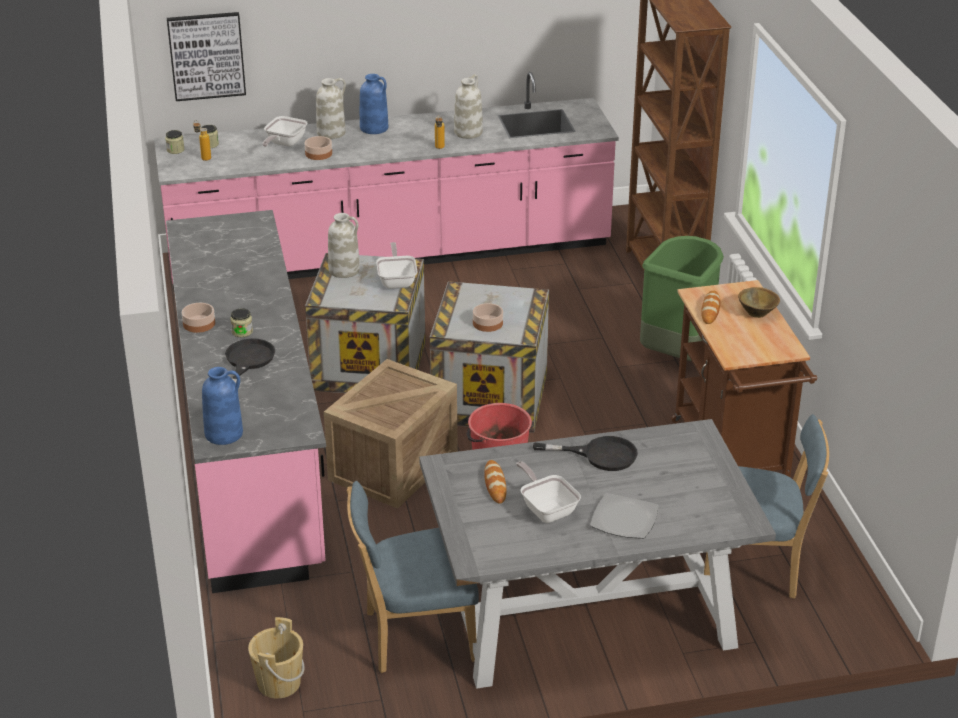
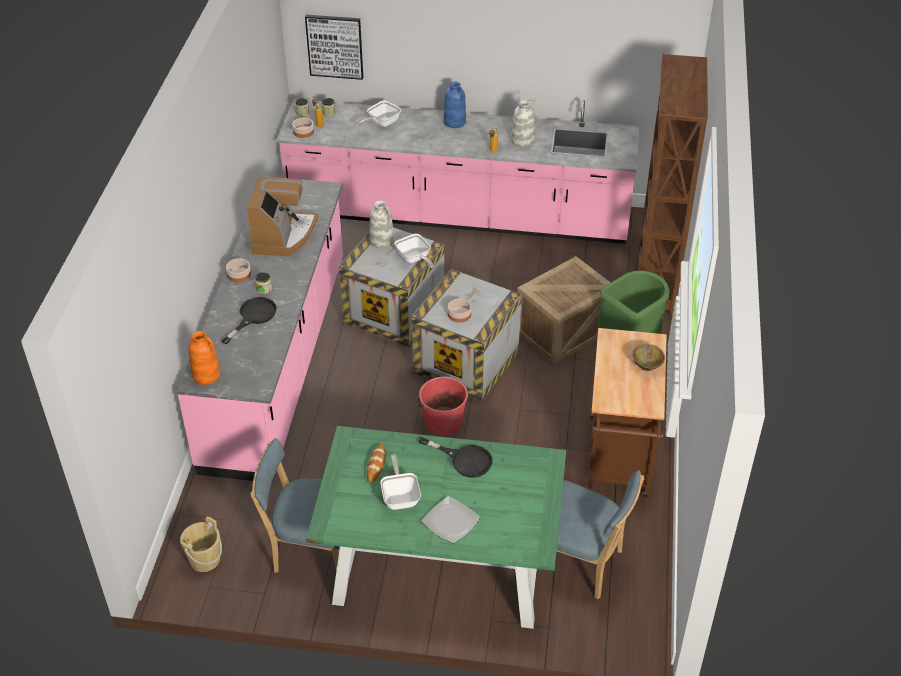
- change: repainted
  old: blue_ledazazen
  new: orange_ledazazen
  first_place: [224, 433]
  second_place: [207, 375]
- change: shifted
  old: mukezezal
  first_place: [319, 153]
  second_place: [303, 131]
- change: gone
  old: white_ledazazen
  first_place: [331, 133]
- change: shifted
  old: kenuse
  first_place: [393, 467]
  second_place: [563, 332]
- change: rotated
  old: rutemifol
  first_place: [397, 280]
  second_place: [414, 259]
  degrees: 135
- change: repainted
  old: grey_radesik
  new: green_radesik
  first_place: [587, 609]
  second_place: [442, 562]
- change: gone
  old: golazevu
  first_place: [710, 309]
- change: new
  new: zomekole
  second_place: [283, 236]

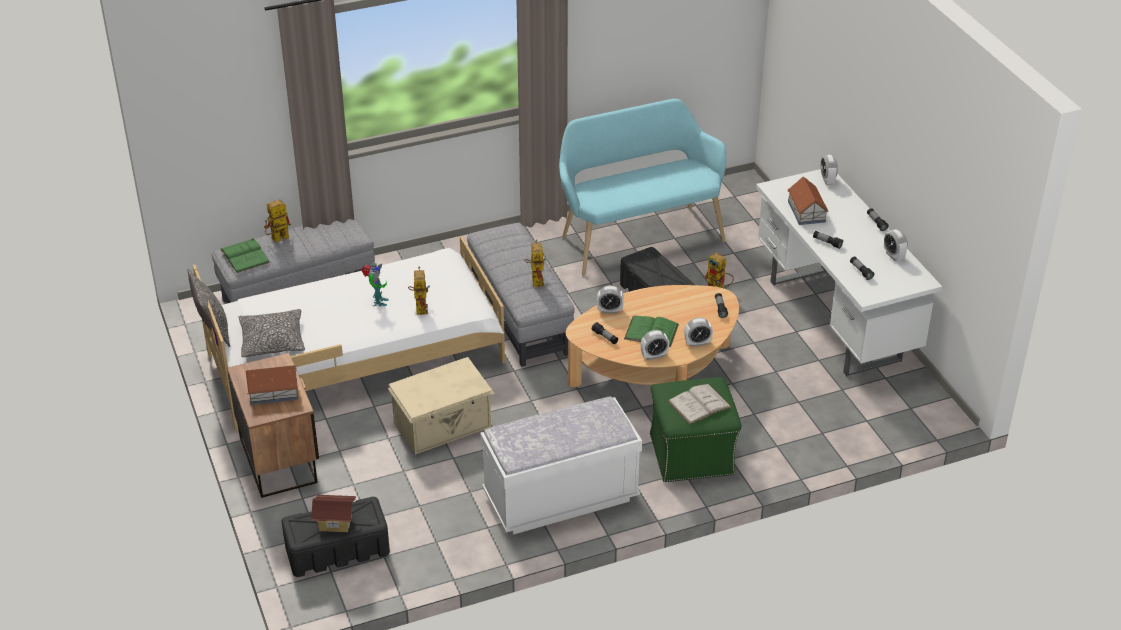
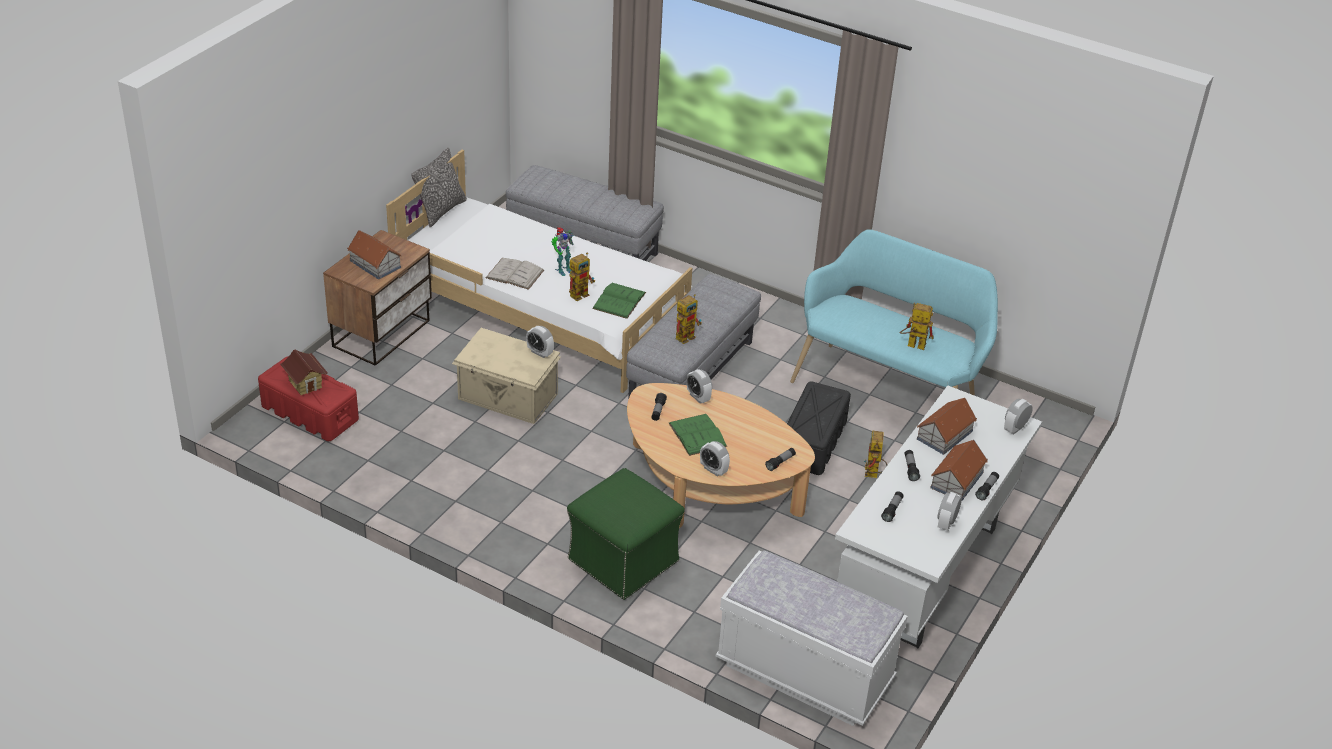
- change: shifted
  old: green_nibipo
  first_place: [245, 256]
  second_place: [619, 300]
- change: gone
  old: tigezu
  first_place: [272, 341]
- change: shifted
  old: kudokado
  first_place: [277, 239]
  second_place: [912, 345]
- change: repainted
  old: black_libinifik
  new: red_libinifik
  first_place: [336, 550]
  second_place: [309, 413]
- change: shifted
  old: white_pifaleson
  first_place: [561, 498]
  second_place: [804, 673]
- change: shifted
  old: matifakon
  first_place: [654, 356]
  second_place: [540, 352]
- change: shifted
  old: white_nibipo
  first_place: [699, 404]
  second_place: [515, 274]
- change: new
  new: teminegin
  second_place: [956, 480]

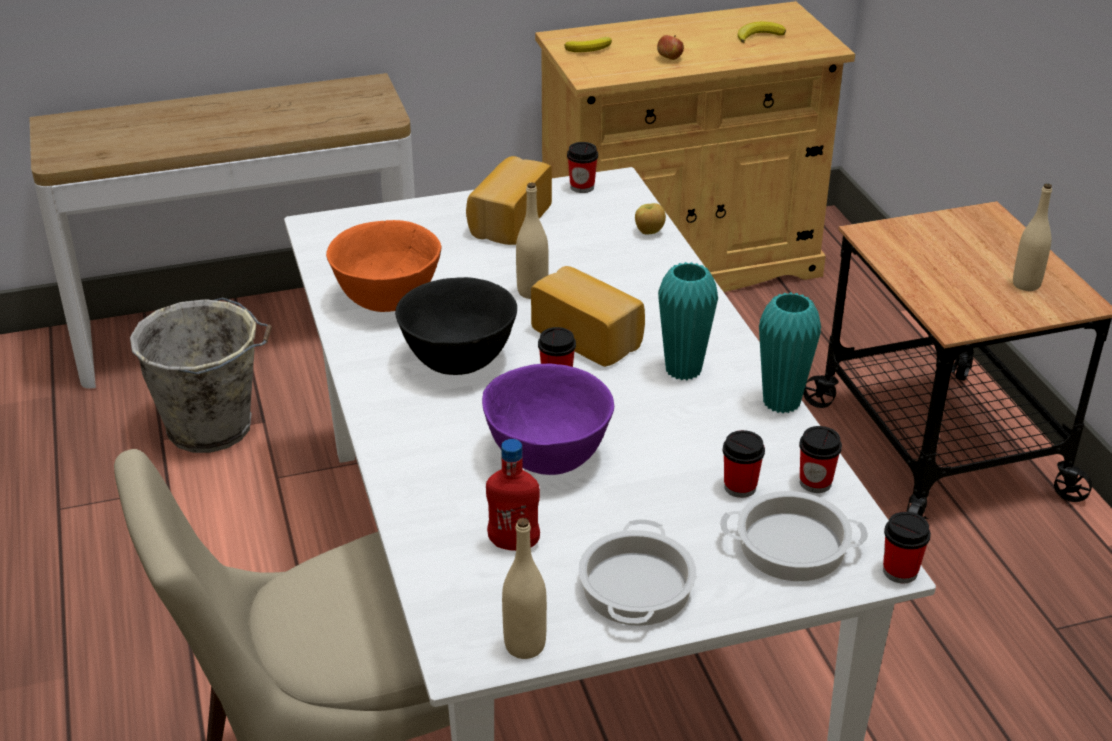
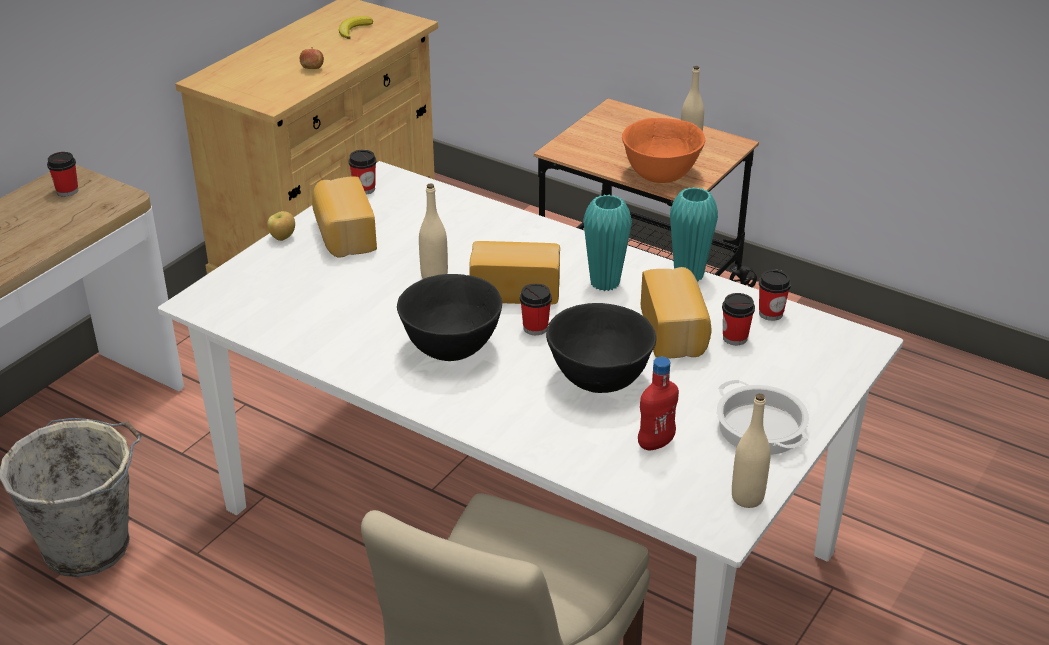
- change: shifted
  old: orange_mukezezal
  first_place: [388, 299]
  second_place: [661, 174]
- change: repainted
  old: purple_mukezezal
  new: black_mukezezal
  first_place: [547, 456]
  second_place: [598, 379]
- change: gone
  old: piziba
  first_place: [590, 48]
- change: shifted
  old: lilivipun
  first_place: [649, 232]
  second_place: [282, 238]
- change: gone
  old: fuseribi
  first_place: [793, 545]
- change: shifted
  old: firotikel
  first_place: [900, 571]
  second_place: [67, 191]
- change: new
  new: golazevu
  second_place: [675, 331]

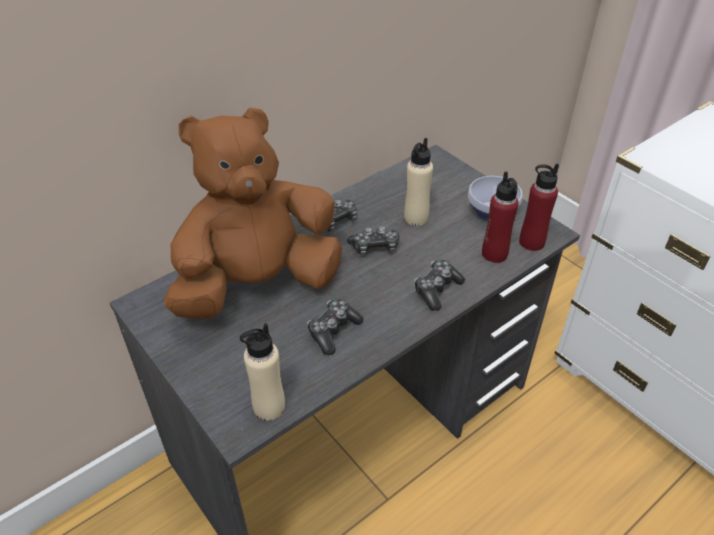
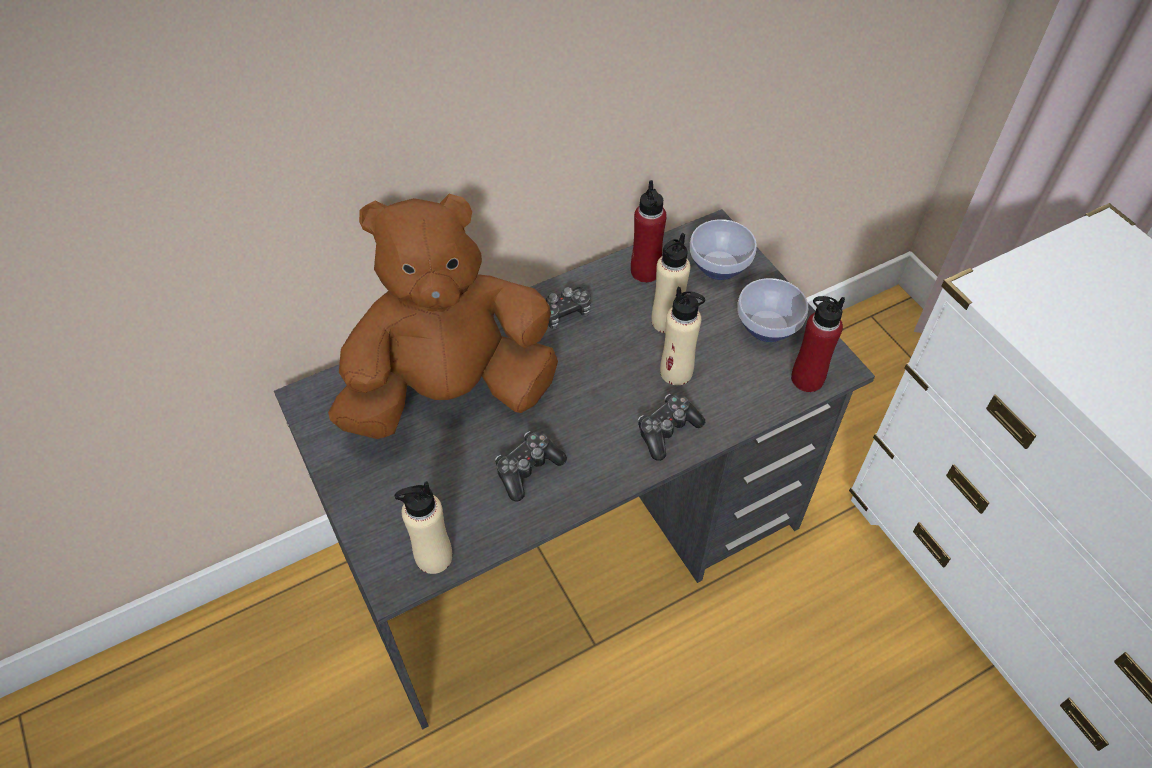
- change: gone
  old: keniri
  first_place: [375, 247]
- change: shifted
  old: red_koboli
  first_place: [494, 254]
  second_place: [645, 271]
- change: new
  new: beige_koboli
  second_place: [676, 372]
- change: new
  new: mukezezal
  second_place: [721, 267]

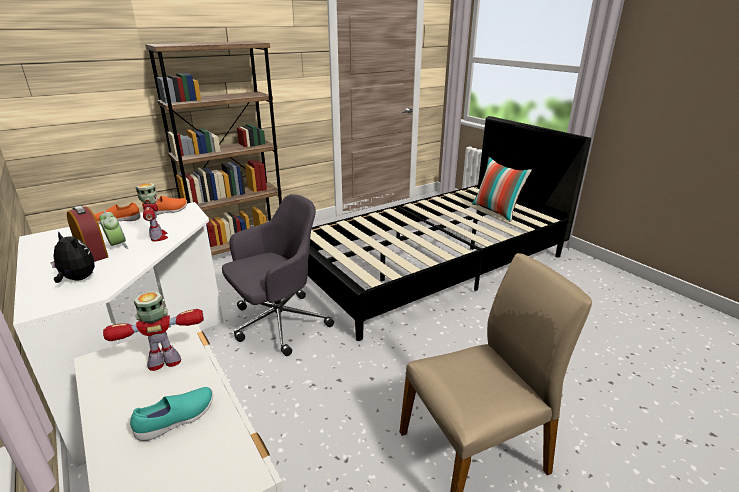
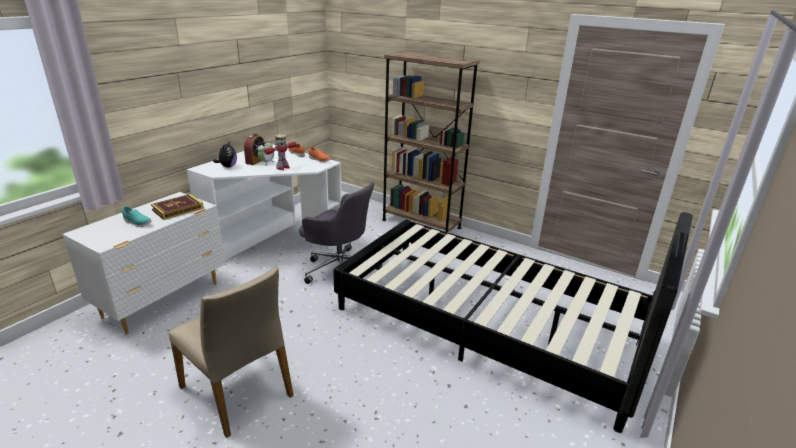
- change: swapped
  old: kudokado
  new: nibipo
  first_place: [165, 362]
  second_place: [178, 209]
- change: gone
  old: tigezu
  first_place: [496, 211]

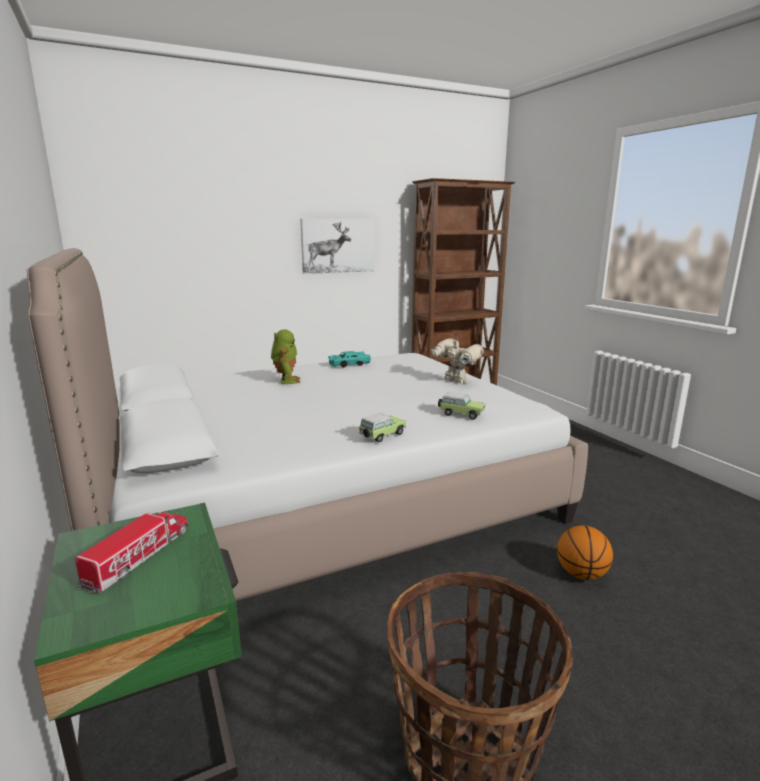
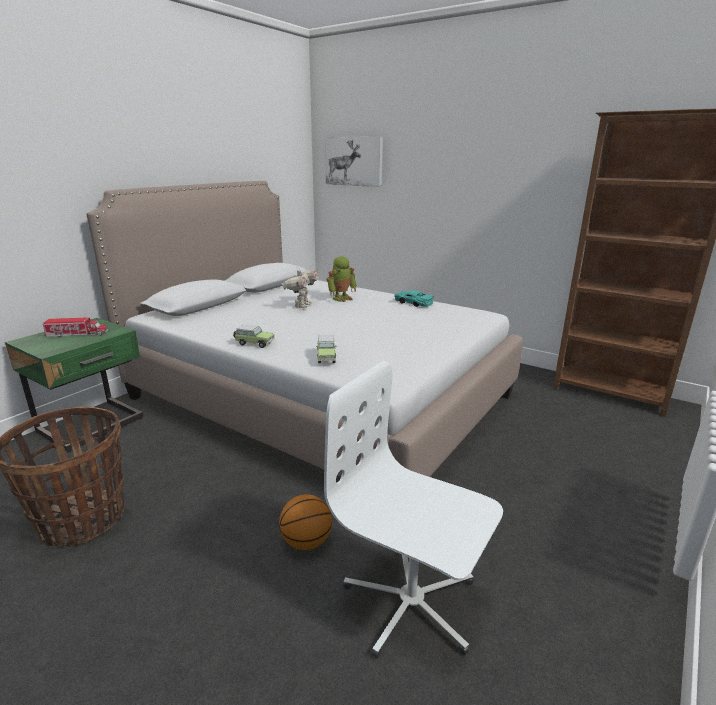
- change: shifted
  old: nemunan
  first_place: [337, 245]
  second_place: [354, 161]
- change: shifted
  old: kudokado
  first_place: [455, 381]
  second_place: [302, 305]
- change: new
  new: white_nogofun
  second_place: [411, 603]

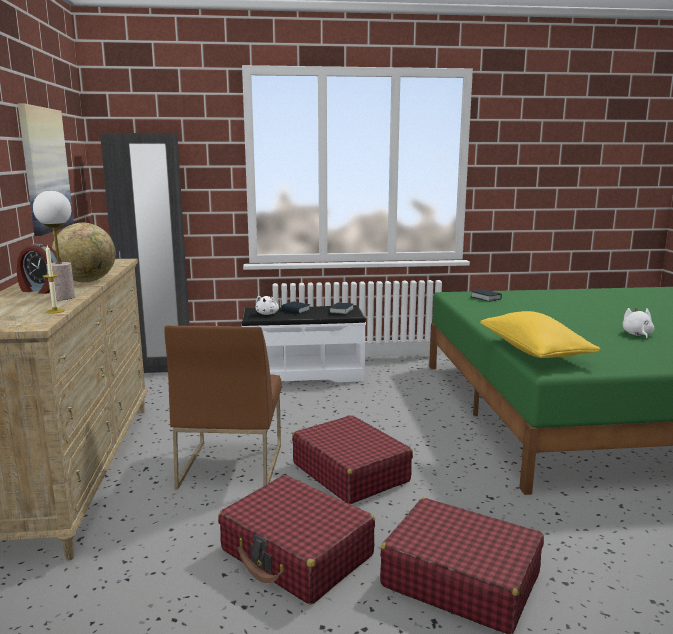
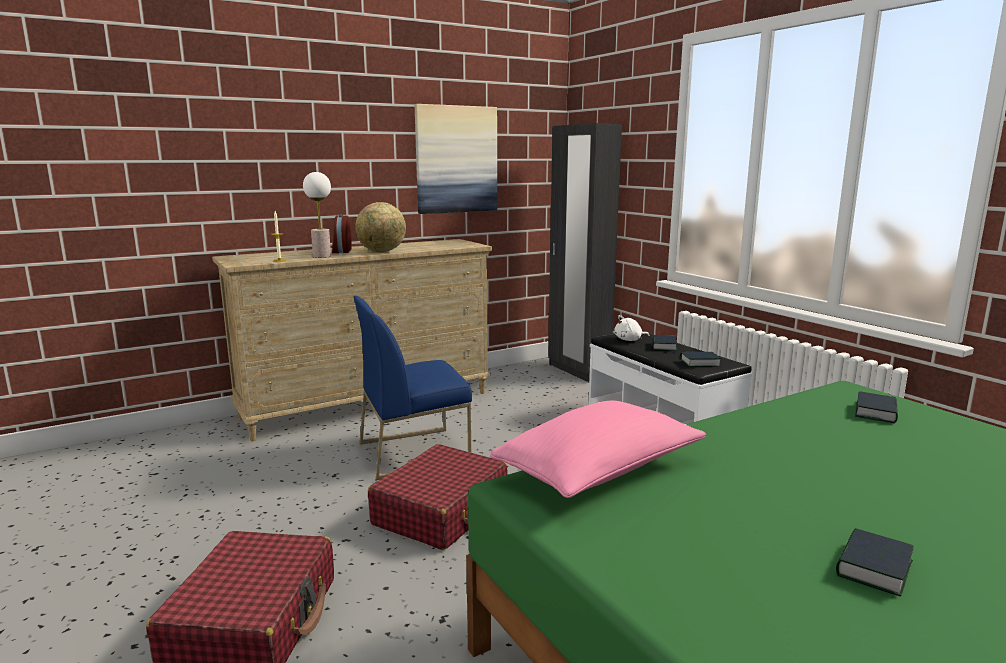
- change: repainted
  old: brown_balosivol
  new: blue_balosivol
  first_place: [230, 465]
  second_place: [414, 452]
- change: gone
  old: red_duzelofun
  first_place: [297, 553]
- change: repainted
  old: yellow_tigezu
  new: pink_tigezu
  first_place: [534, 351]
  second_place: [600, 472]
- change: swapped
  old: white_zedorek
  new: nibipo
  first_place: [637, 334]
  second_place: [873, 568]

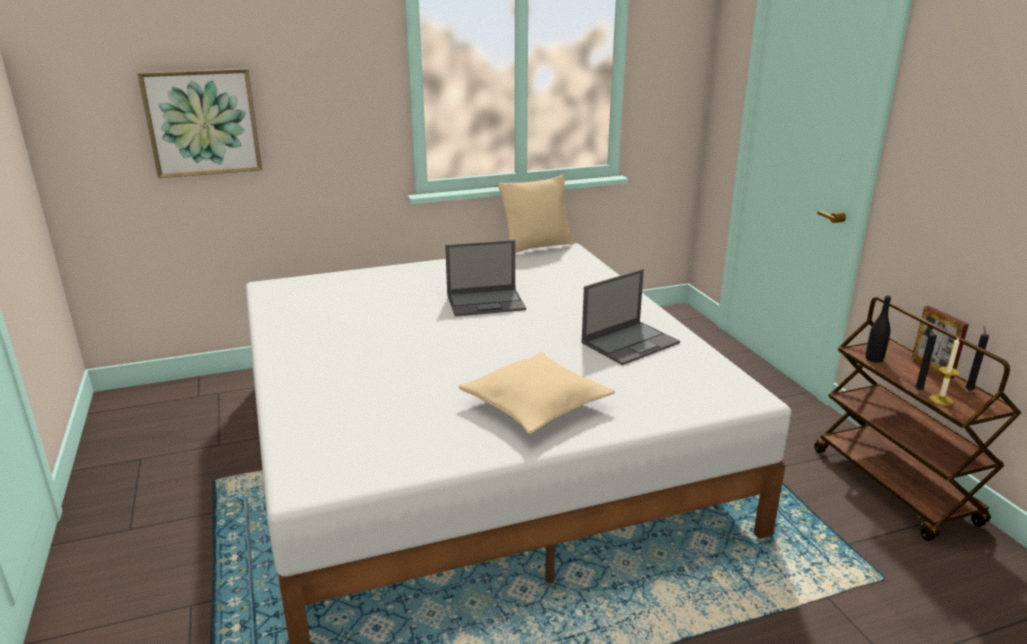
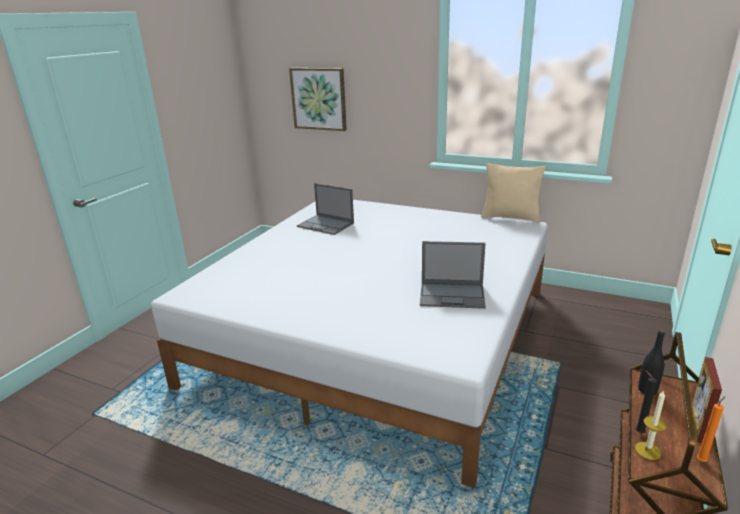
- change: shifted
  old: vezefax
  first_place: [486, 302]
  second_place: [326, 225]
- change: gone
  old: beige_tigezu
  first_place: [535, 405]
- change: repainted
  old: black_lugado
  new: orange_lugado
  first_place: [968, 390]
  second_place: [702, 460]

